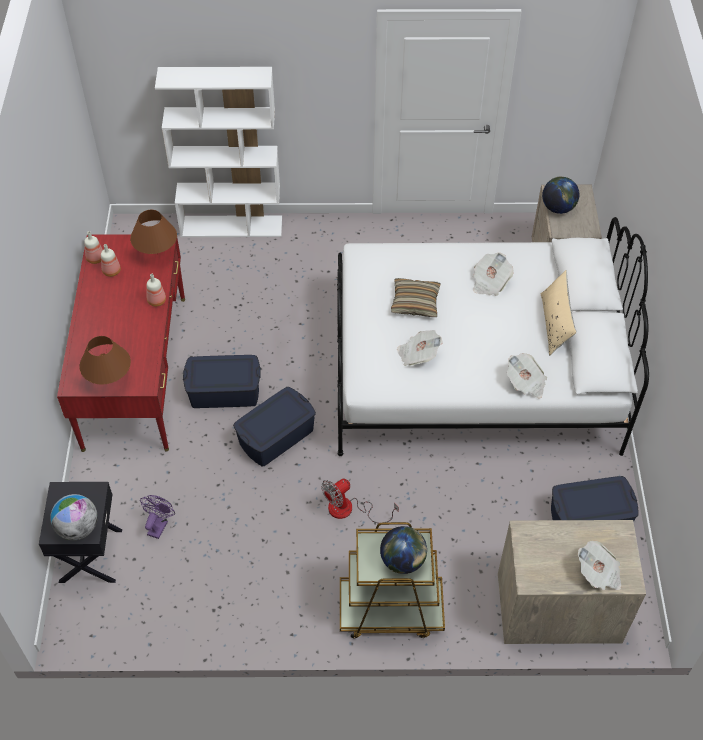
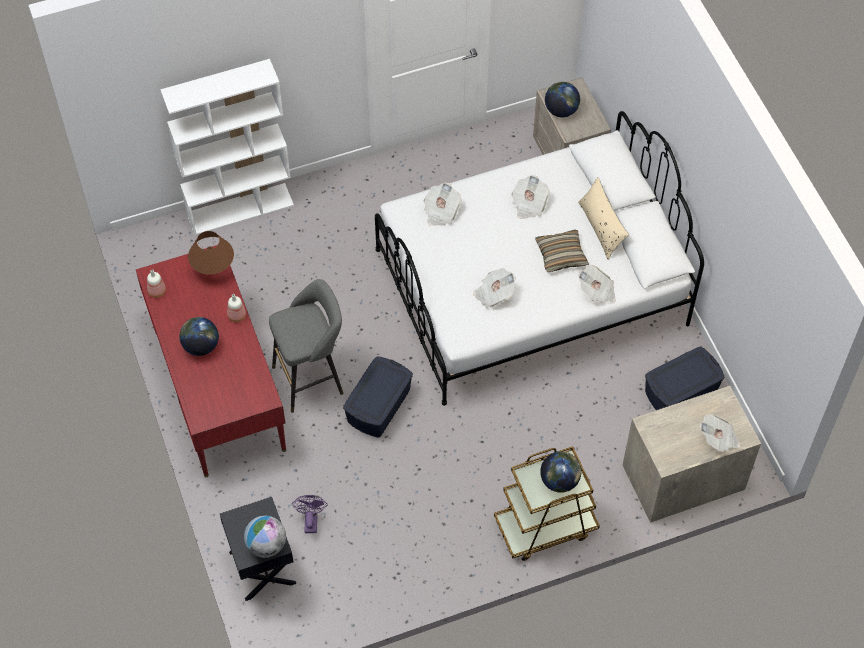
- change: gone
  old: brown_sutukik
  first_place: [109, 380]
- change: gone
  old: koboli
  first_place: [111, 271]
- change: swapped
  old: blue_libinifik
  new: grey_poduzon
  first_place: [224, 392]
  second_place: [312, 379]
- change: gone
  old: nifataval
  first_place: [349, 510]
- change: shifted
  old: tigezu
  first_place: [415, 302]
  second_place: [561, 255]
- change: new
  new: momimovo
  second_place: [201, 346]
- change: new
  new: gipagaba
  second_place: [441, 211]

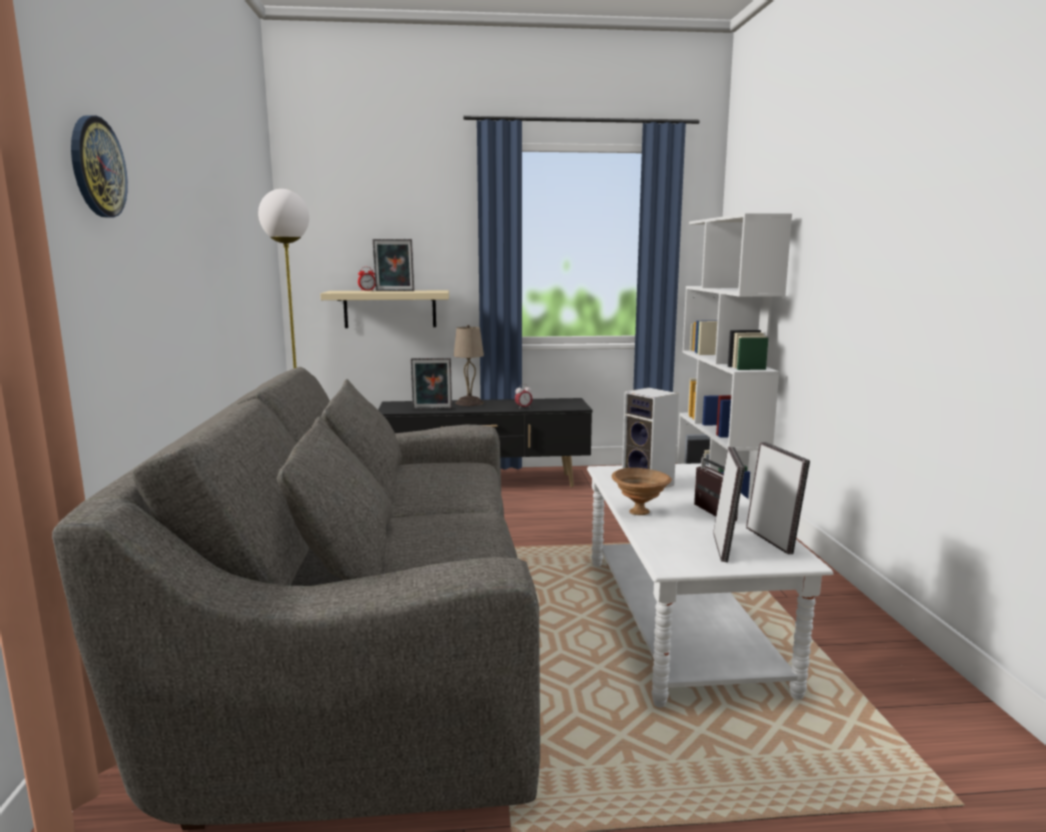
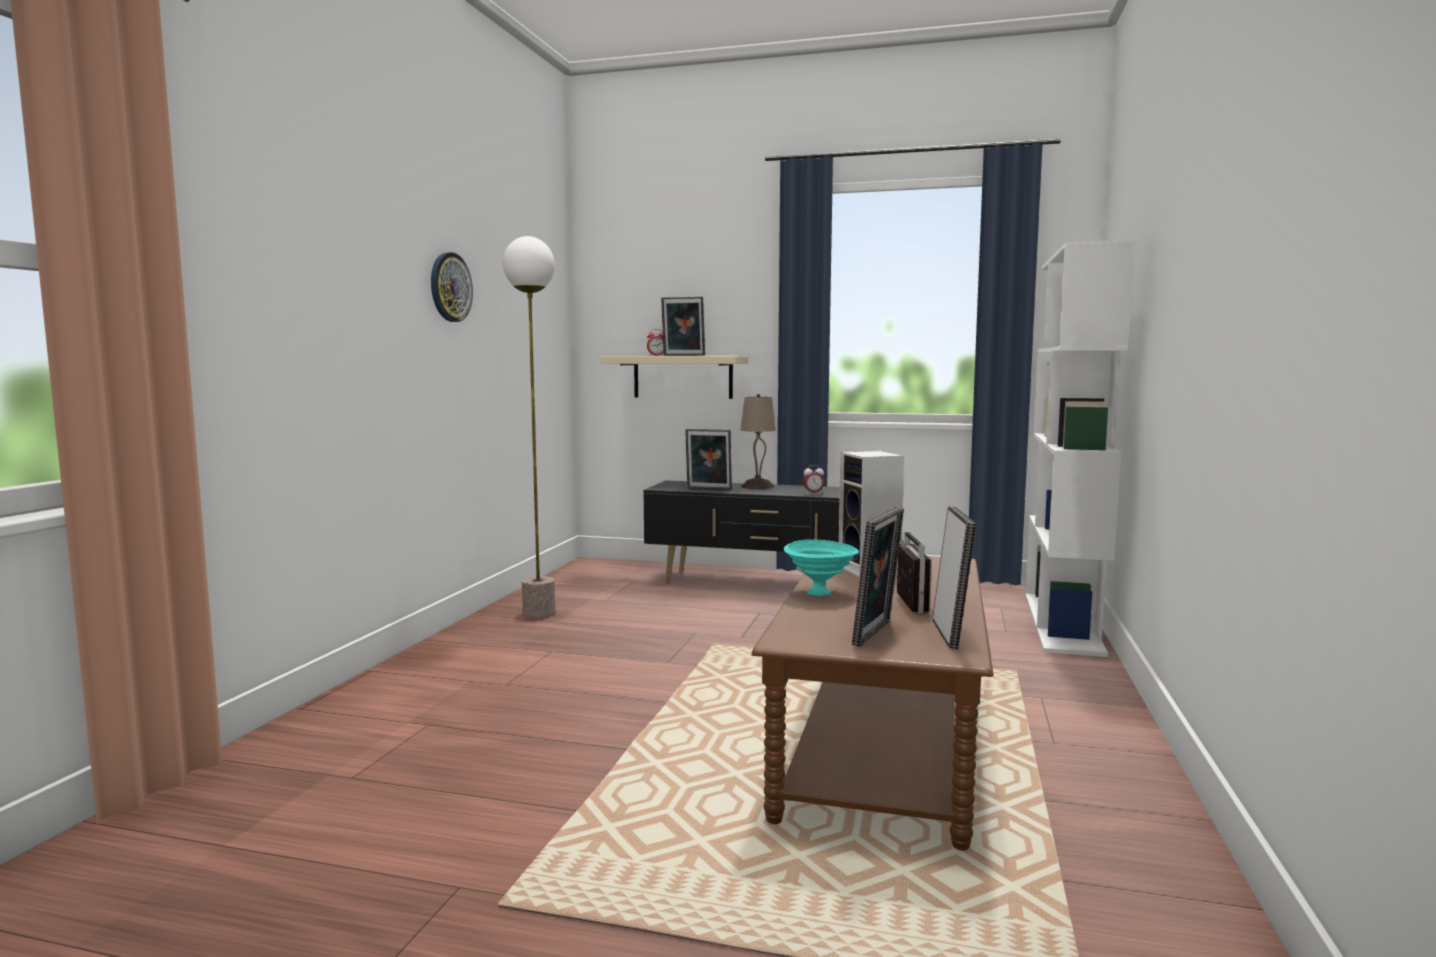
- change: gone
  old: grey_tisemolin
  first_place: [366, 652]
- change: shifted
  old: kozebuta
  first_place: [97, 167]
  second_place: [450, 287]
- change: repainted
  old: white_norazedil
  new: brown_norazedil
  first_place: [679, 620]
  second_place: [881, 745]
- change: repainted
  old: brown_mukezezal
  new: turquoise_mukezezal
  first_place: [640, 512]
  second_place: [820, 593]

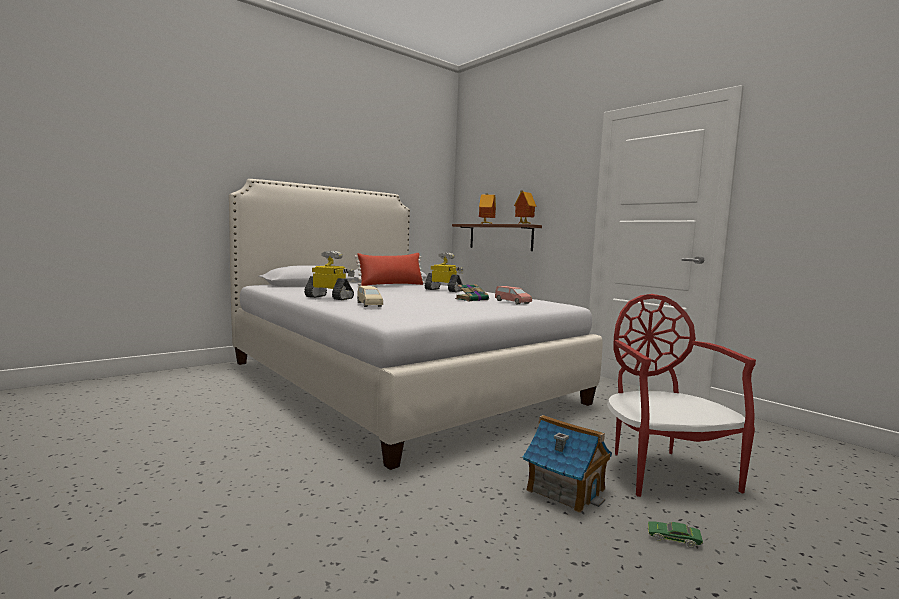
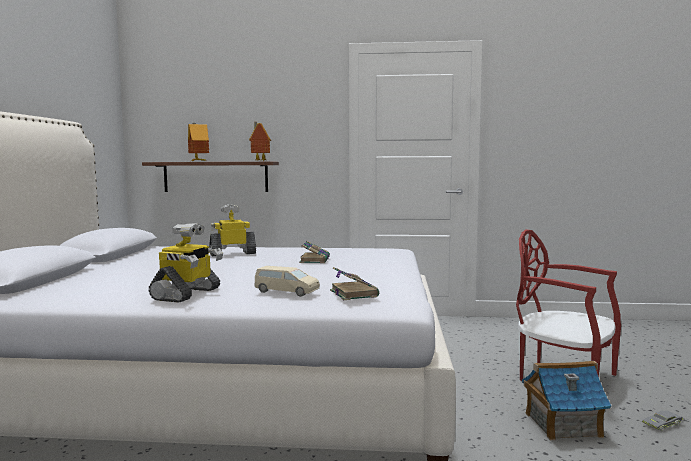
- change: rotated
  old: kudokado
  first_place: [330, 298]
  second_place: [187, 294]
  degrees: 135
- change: gone
  old: red_tigezu
  first_place: [391, 285]
- change: gone
  old: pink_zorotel
  first_place: [512, 302]
- change: repainted
  old: green_zorotel
  new: grey_zorotel
  first_place: [673, 538]
  second_place: [662, 424]
- change: new
  new: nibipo
  second_place: [353, 293]

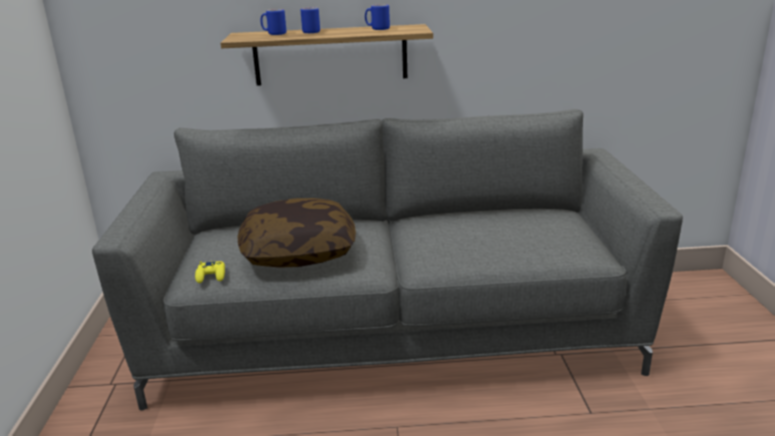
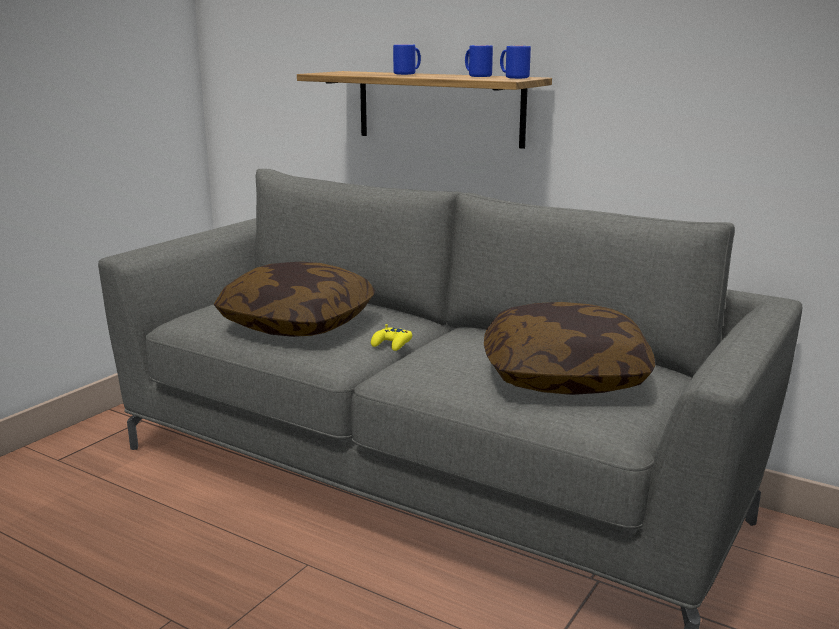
- change: shifted
  old: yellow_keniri
  first_place: [211, 276]
  second_place: [392, 344]
- change: shifted
  old: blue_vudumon
  first_place: [274, 34]
  second_place: [513, 78]
- change: new
  new: tigezu
  second_place: [564, 376]

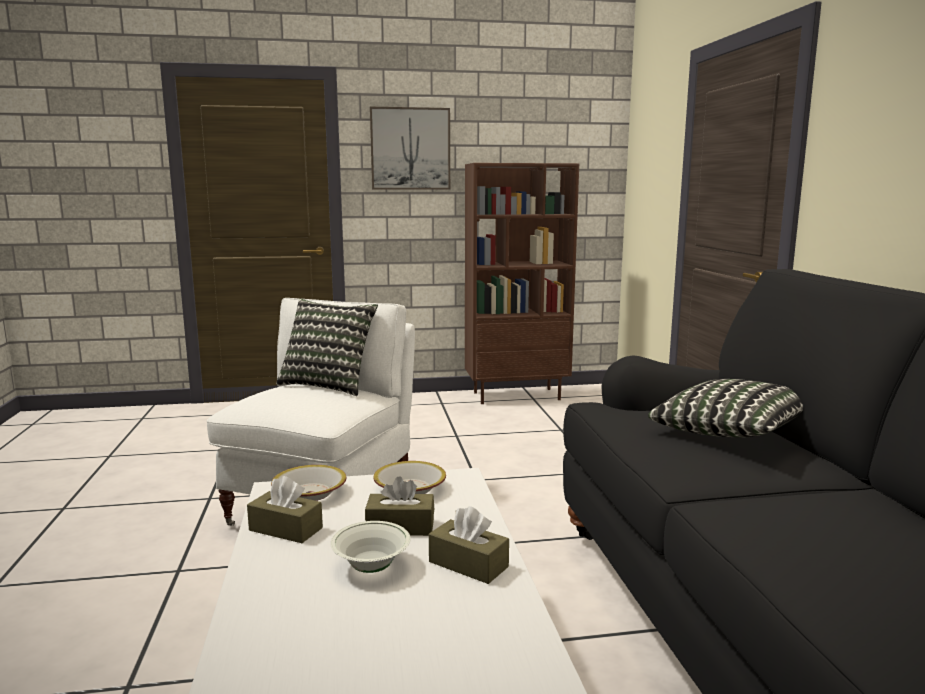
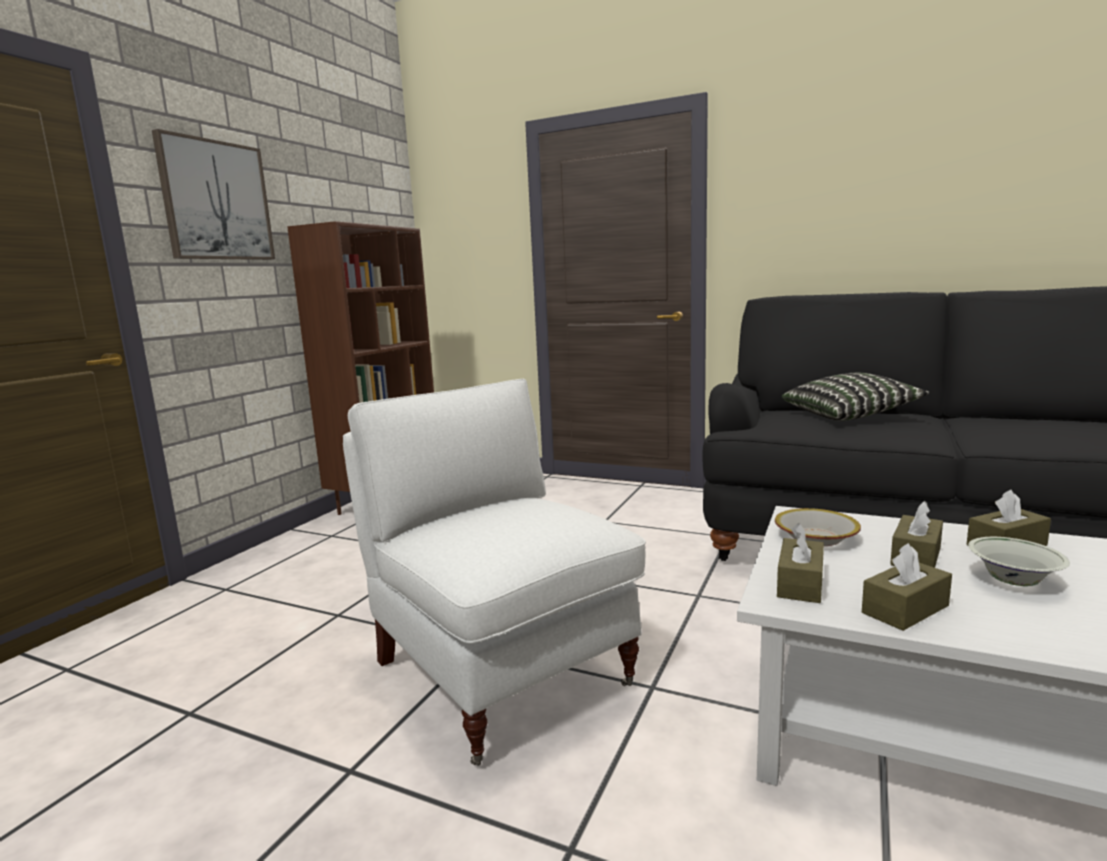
- change: swapped
  old: mukezezal
  new: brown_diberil
  first_place: [309, 493]
  second_place: [800, 583]
- change: gone
  old: tigezu
  first_place: [329, 384]

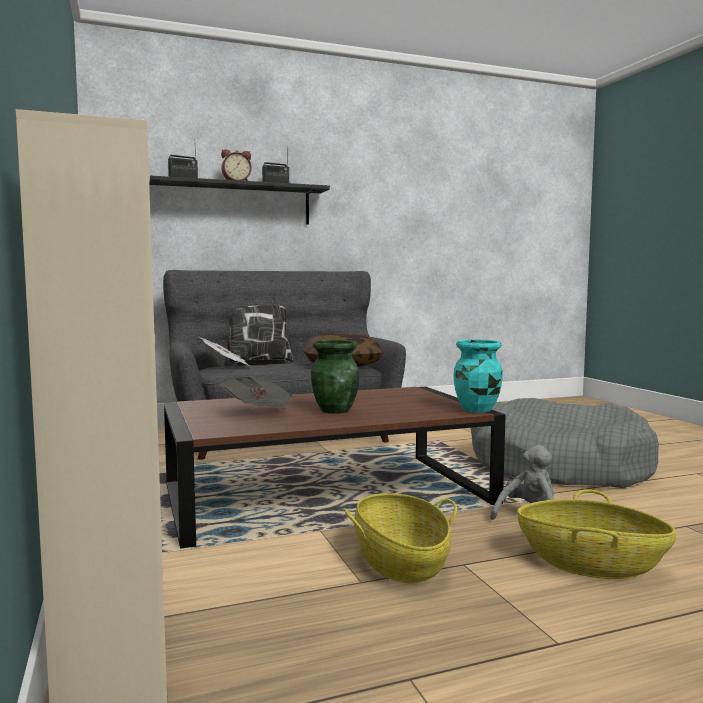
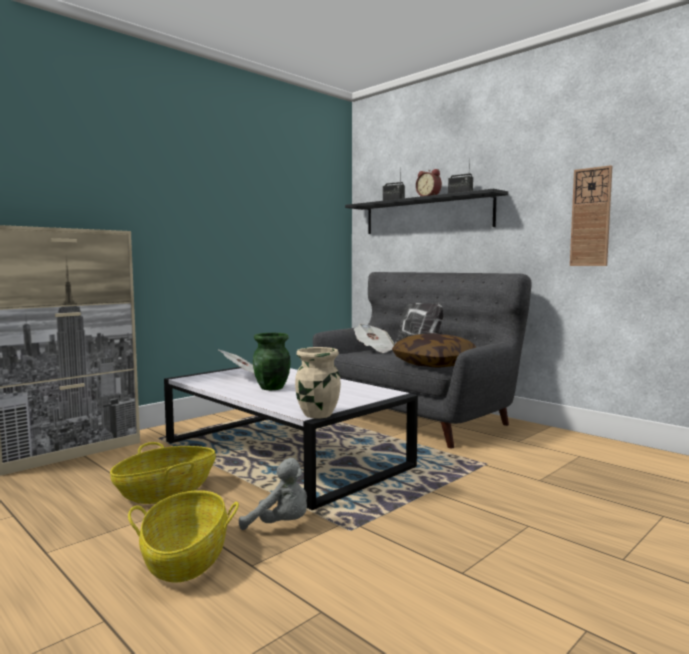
- change: repainted
  old: brown_norazedil
  new: white_norazedil
  first_place: [328, 494]
  second_place: [284, 454]
- change: repainted
  old: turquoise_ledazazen
  new: beige_ledazazen
  first_place: [477, 409]
  second_place: [317, 415]
- change: gone
  old: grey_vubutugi
  first_place: [558, 466]
- change: new
  new: kozebuta
  second_place: [591, 217]

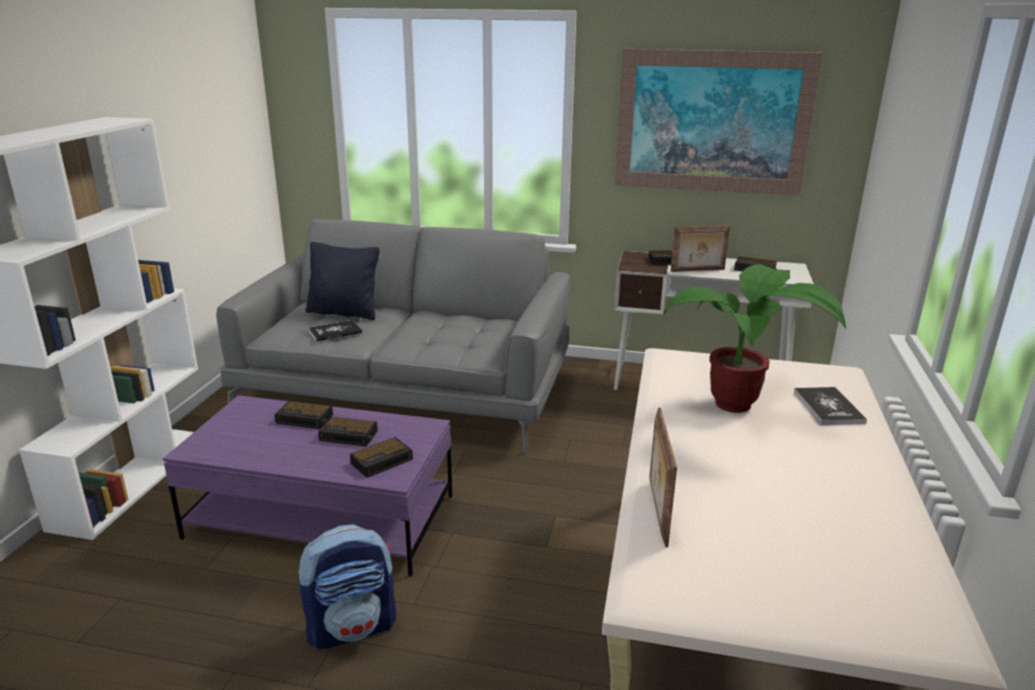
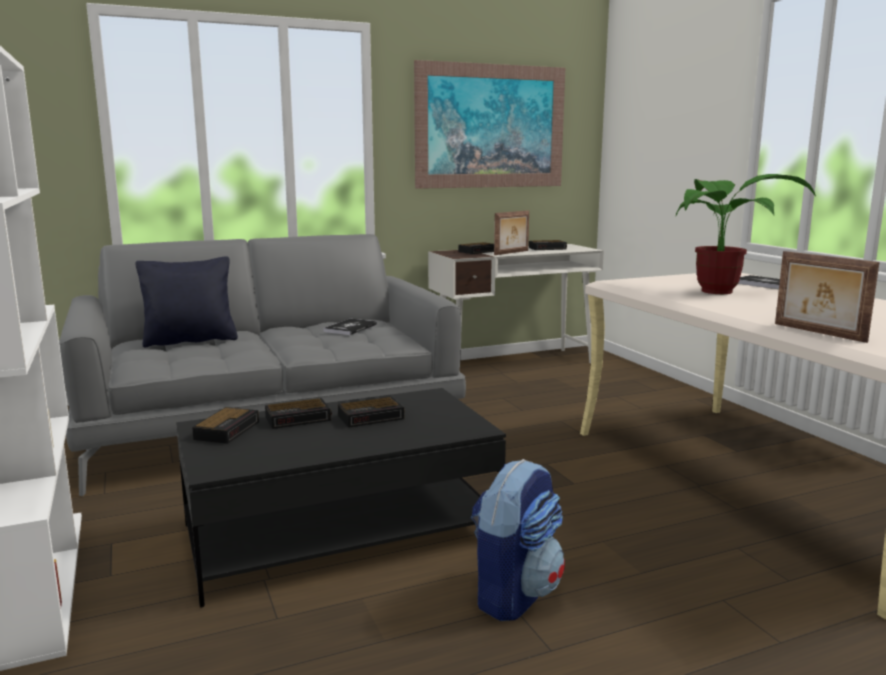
- change: repainted
  old: purple_norazedil
  new: black_norazedil
  first_place: [322, 517]
  second_place: [341, 532]
- change: shifted
  old: nibipo
  first_place: [335, 332]
  second_place: [350, 328]
- change: shifted
  old: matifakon
  first_place: [383, 461]
  second_place: [228, 430]

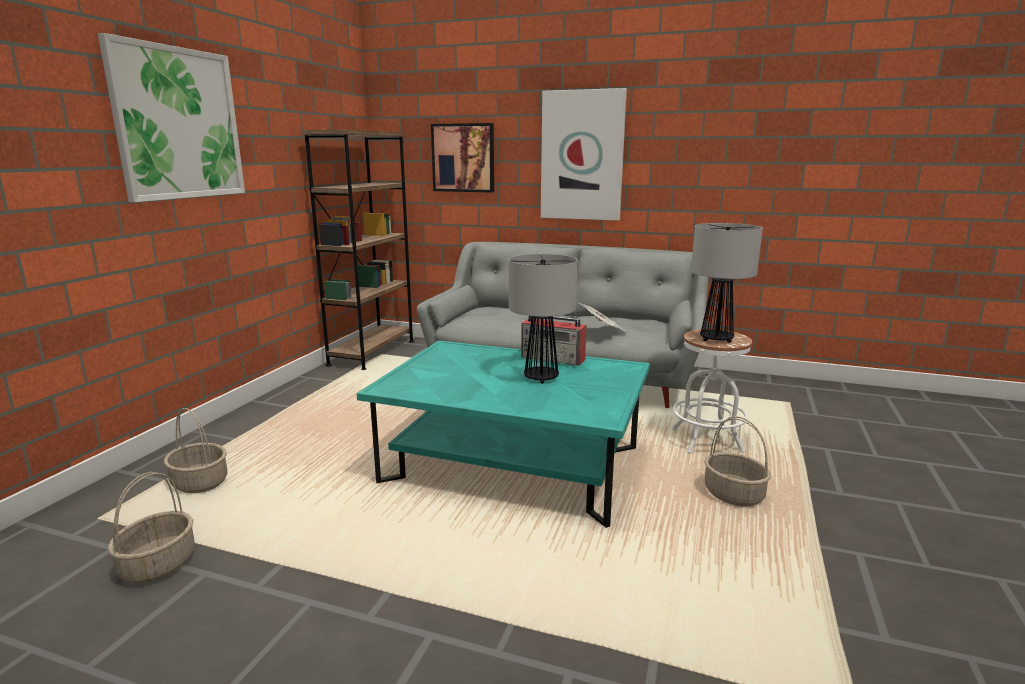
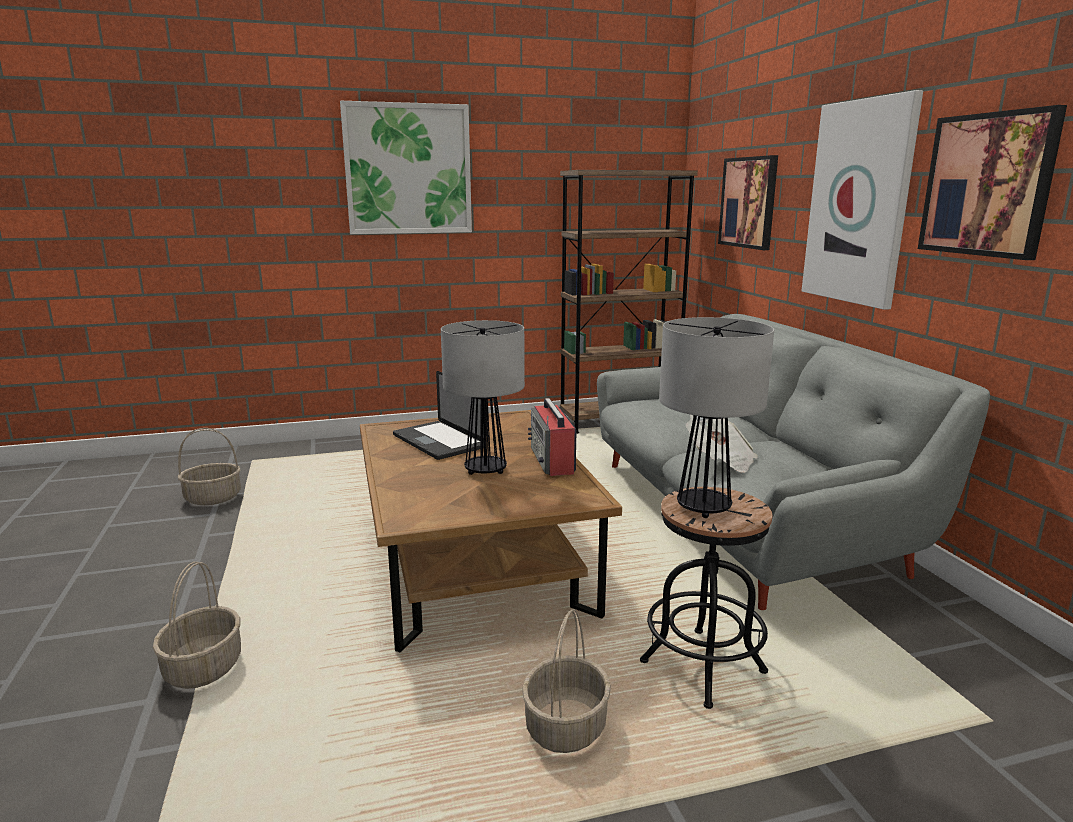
- change: shifted
  old: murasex
  first_place: [199, 483]
  second_place: [203, 667]
- change: repainted
  old: turquoise_norazedil
  new: brown_norazedil
  first_place: [512, 465]
  second_place: [474, 561]
- change: repainted
  old: white_poduzon
  new: black_poduzon
  first_place: [706, 441]
  second_place: [703, 667]
- change: new
  new: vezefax
  second_place: [438, 441]
- change: new
  new: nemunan
  second_place: [987, 185]

